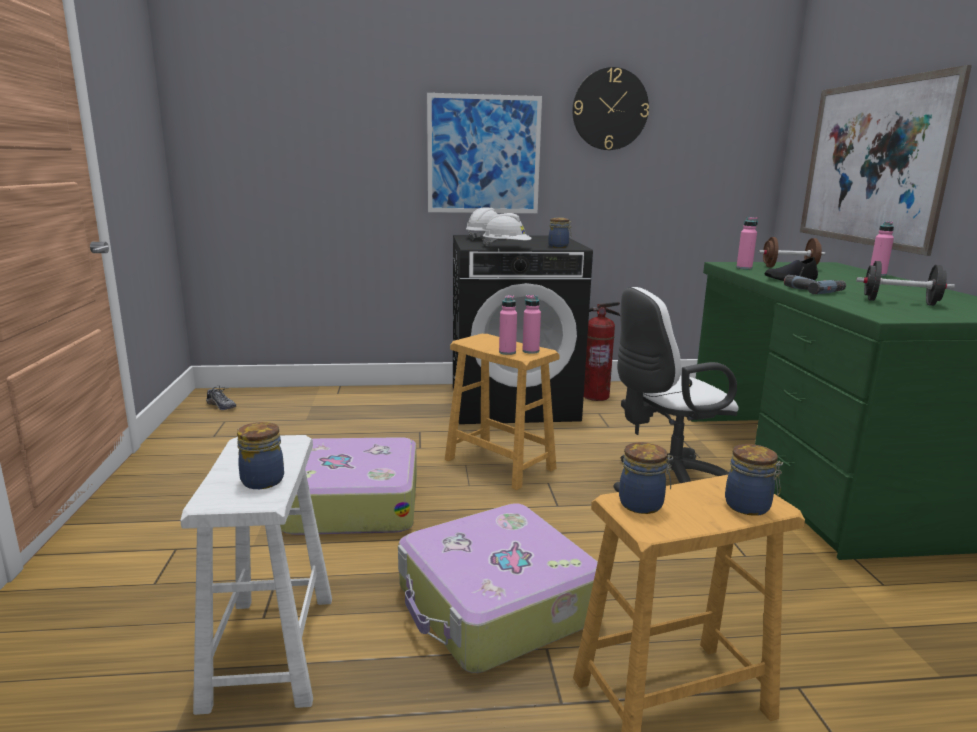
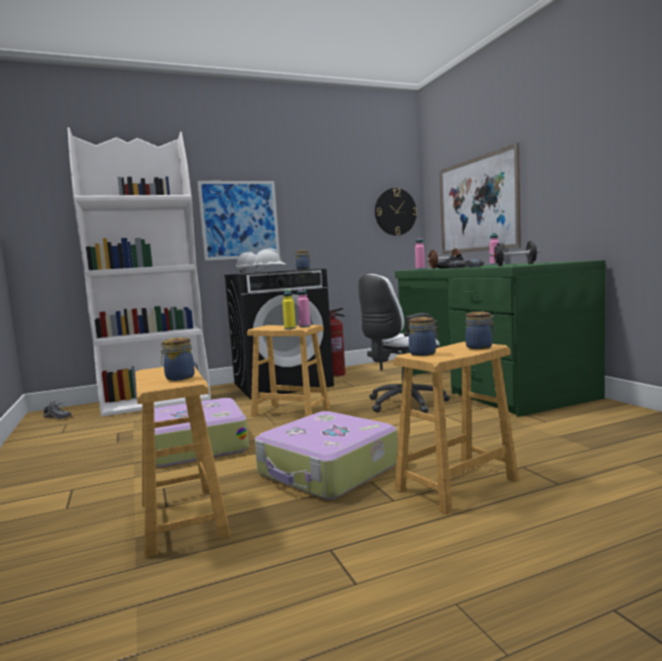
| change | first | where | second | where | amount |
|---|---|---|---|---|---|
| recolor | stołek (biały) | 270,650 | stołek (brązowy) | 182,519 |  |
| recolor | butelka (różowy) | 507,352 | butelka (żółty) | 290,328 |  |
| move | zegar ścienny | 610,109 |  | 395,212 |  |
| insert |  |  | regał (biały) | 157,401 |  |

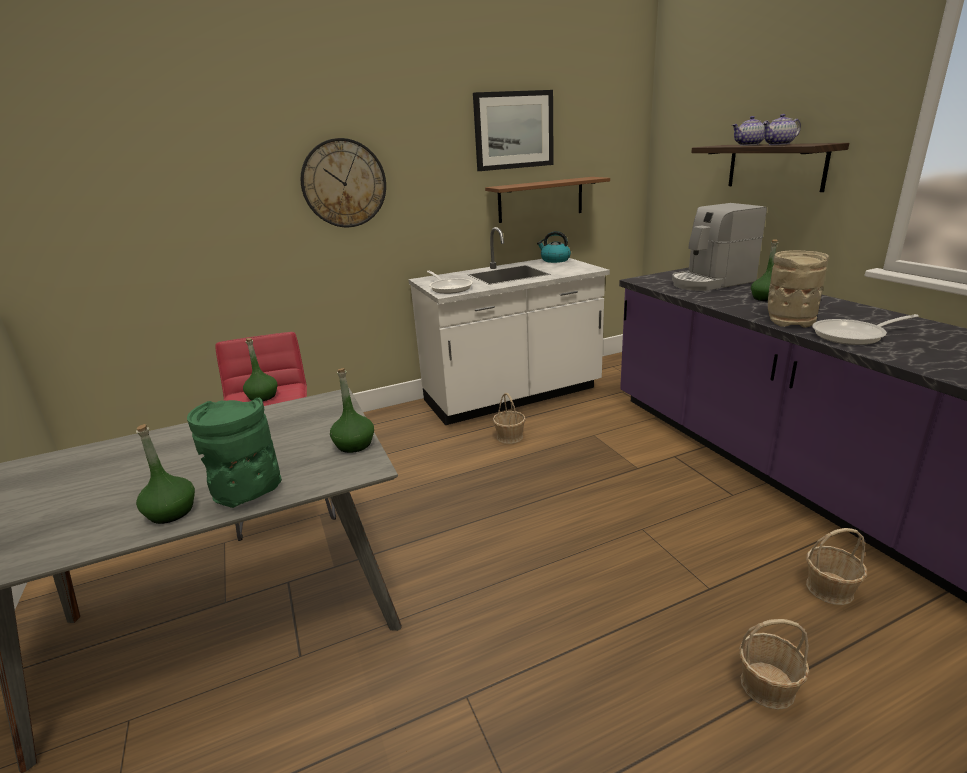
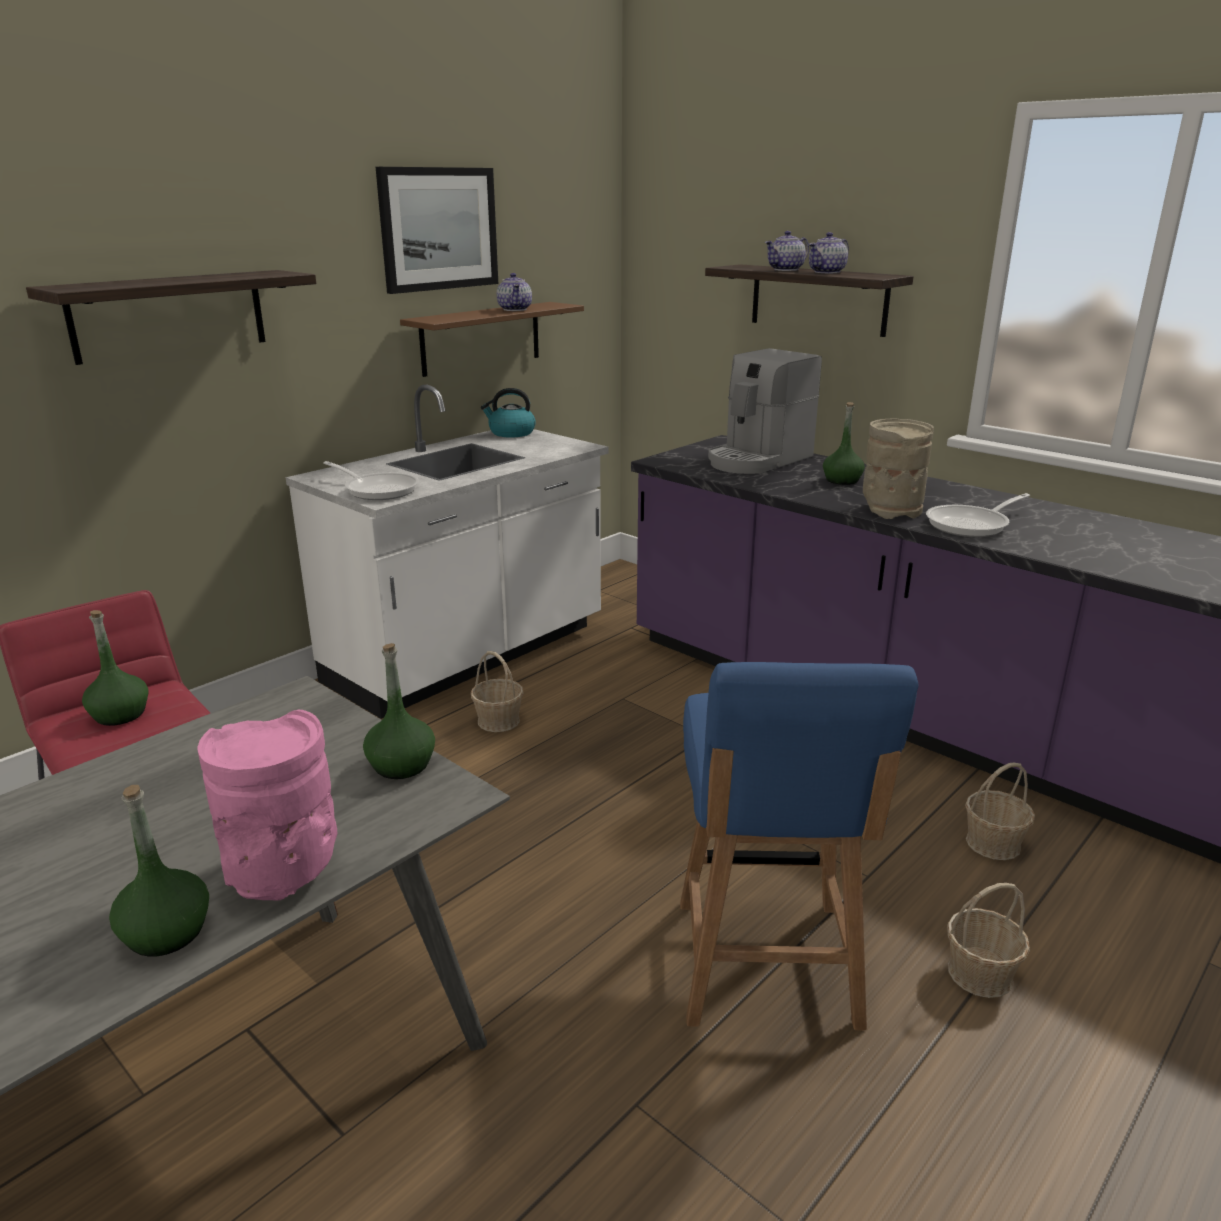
| change | first | where | second | where | amount |
|---|---|---|---|---|---|
| recolor | wazon (zielony) | 247,493 | wazon (różowy) | 283,873 |  |
| replace | zegar ścienny | 344,183 | półka | 169,315 |  |
| insert |  |  | imbryk | 515,309 |  |
| insert |  |  | krzesło (niebieski) | 765,966 |  |

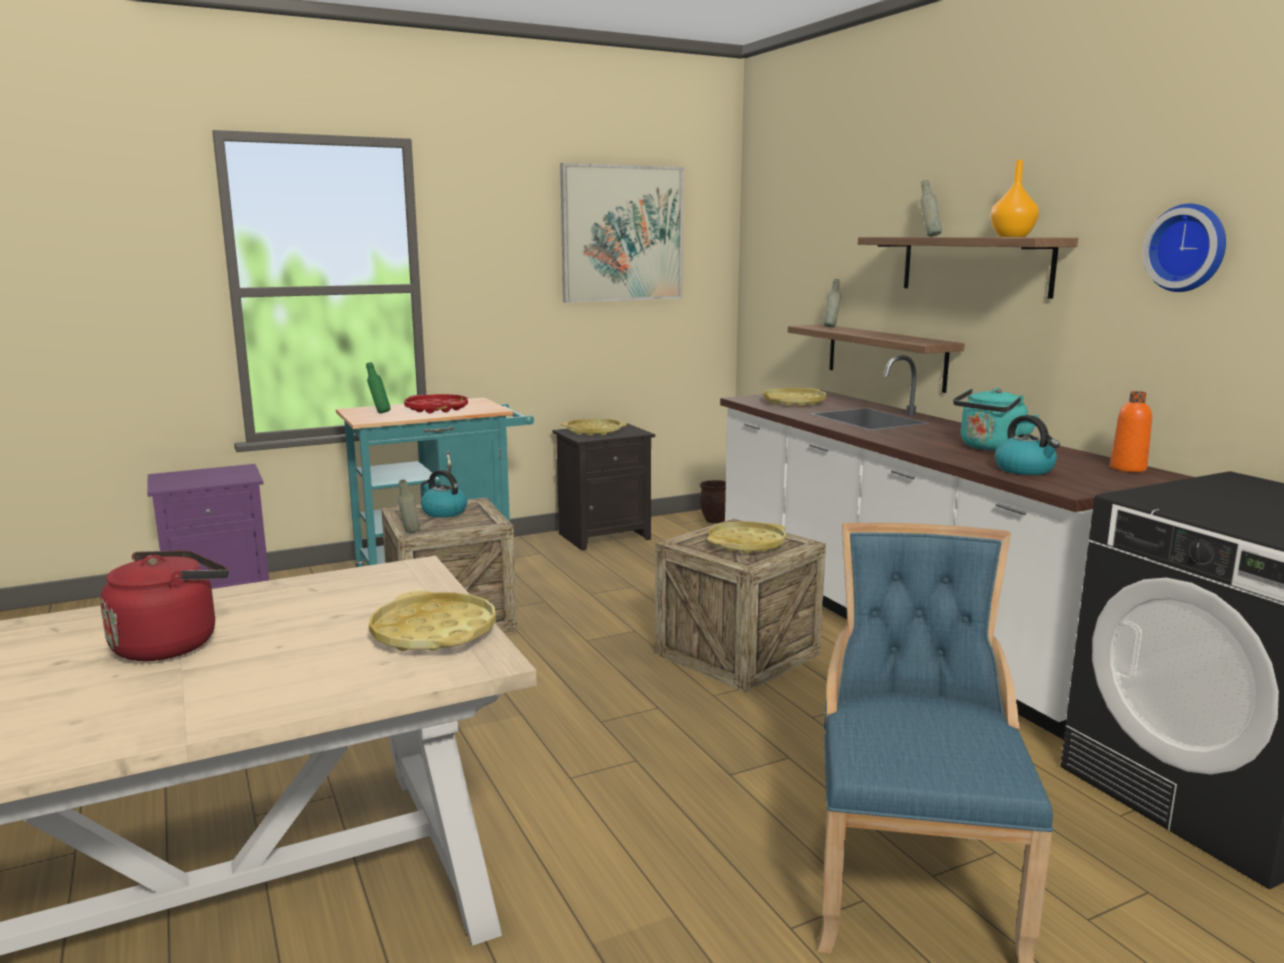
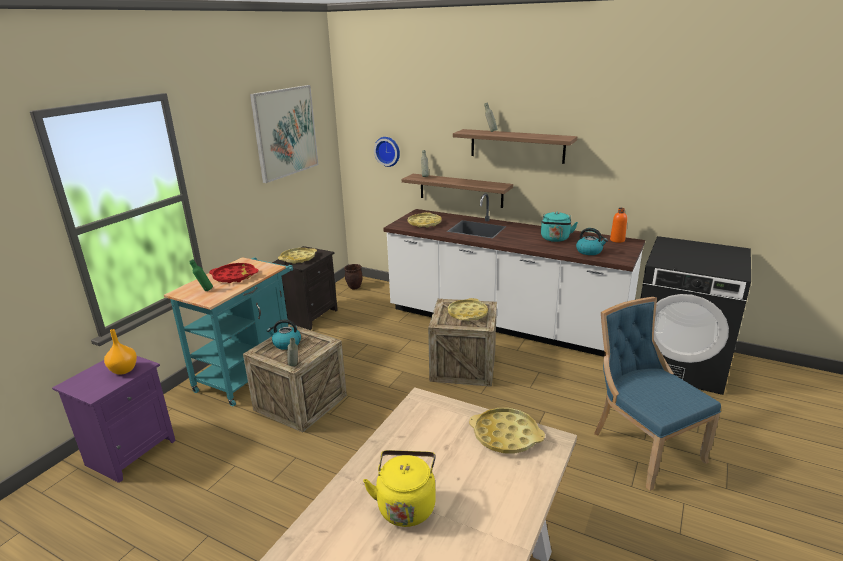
| change | first | where | second | where | amount |
|---|---|---|---|---|---|
| recolor | czajnik (czerwony) | 171,644 | czajnik (żółty) | 406,505 |  |
| move | wazon (pomarańczowy) | 1012,237 |  | 124,370 |  |
| move | zegar ścienny | 1188,248 |  | 388,151 |  |

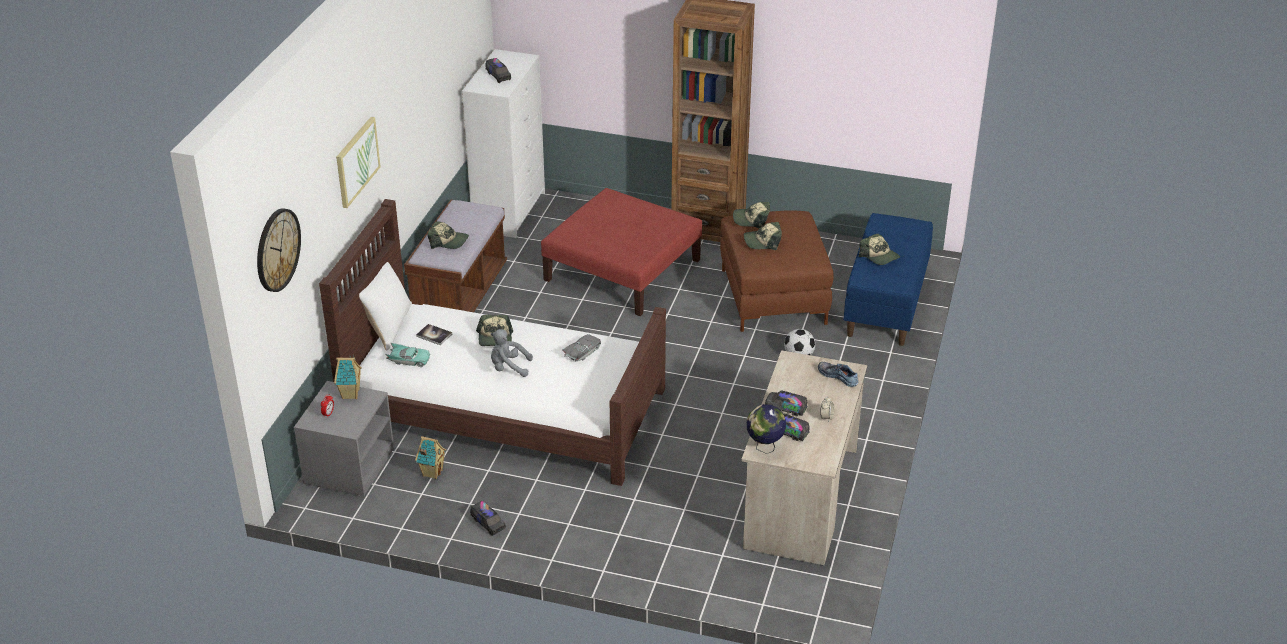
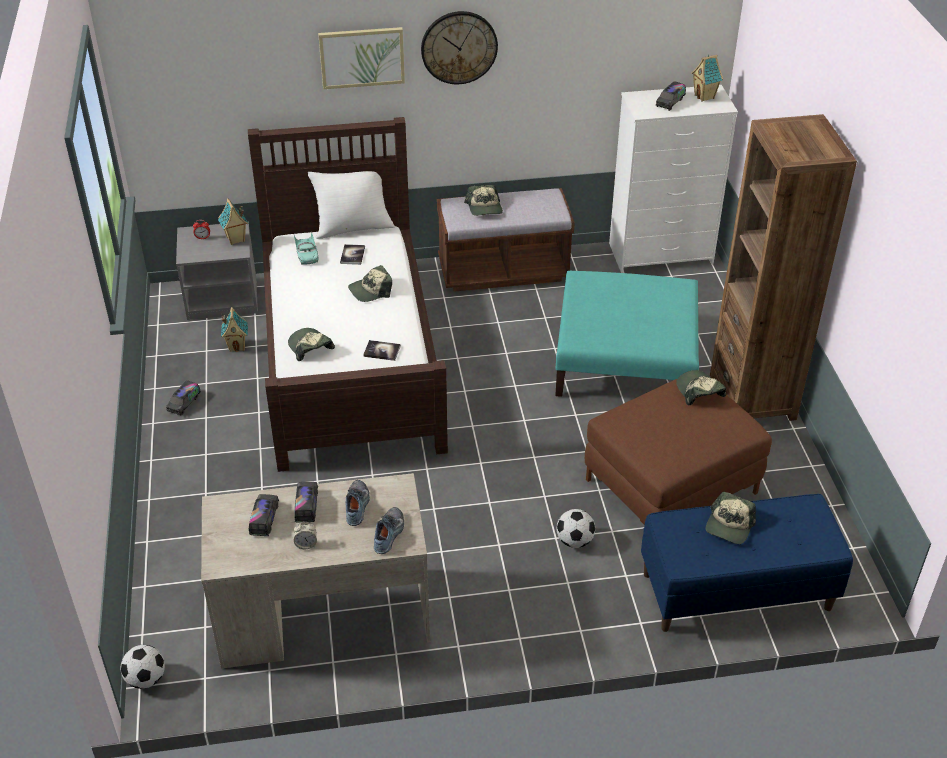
| change | first | where | second | where | amount |
|---|---|---|---|---|---|
| move | zegar ścienny | 277,250 |  | 459,47 |  |
| delete | pluszak (szary) | 509,368 |  |  |  |
| recolor | pufa (czerwony) | 622,271 | pufa (turkusowy) | 624,359 |  |
| replace | samochodzik (szary) | 582,353 | książka | 382,351 |  |
| move | czapka z daszkiem | 762,241 |  | 310,347 |  |
| delete | globus | 764,447 |  |  |  |
| insert |  |  | piłka futbolowa | 146,679 |  |
| insert |  |  | but | 358,506 |  |
| insert |  |  | domek | 705,96 |  |

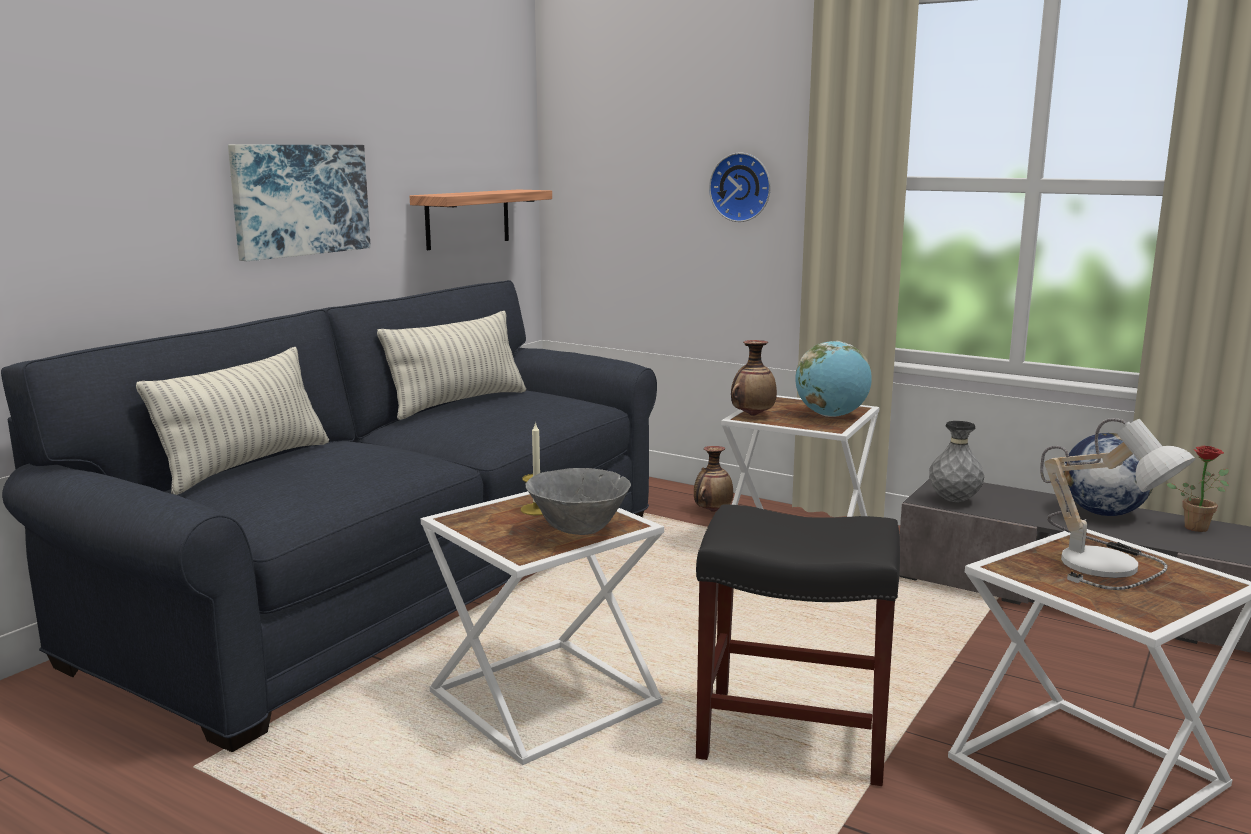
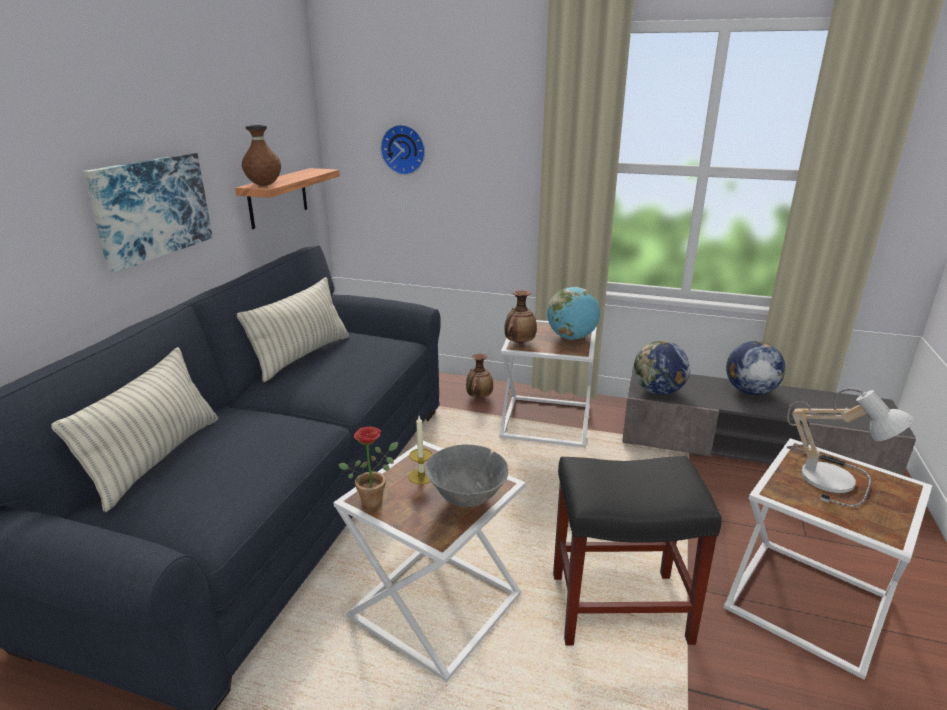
| change | first | where | second | where | amount |
|---|---|---|---|---|---|
| move | zegar ścienny | 741,187 |  | 404,149 |  |
| replace | wazon (szary) | 954,501 | globus | 658,391 |  |
| move | roślina doniczkowa | 1197,526 |  | 375,499 |  |
| insert |  |  | wazon (brązowy) | 264,185 |  |

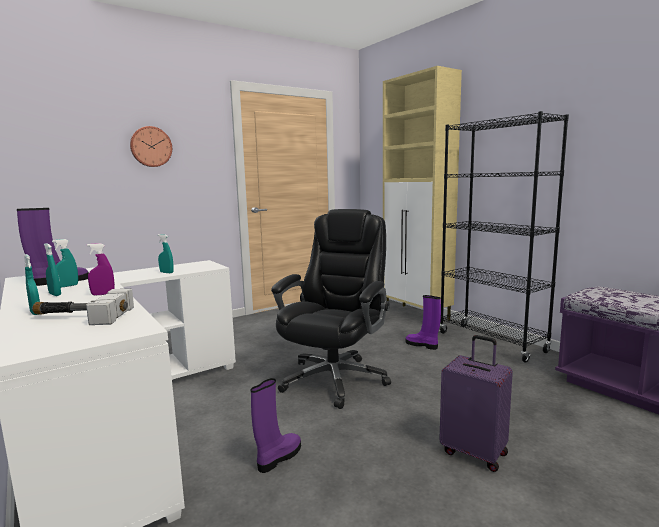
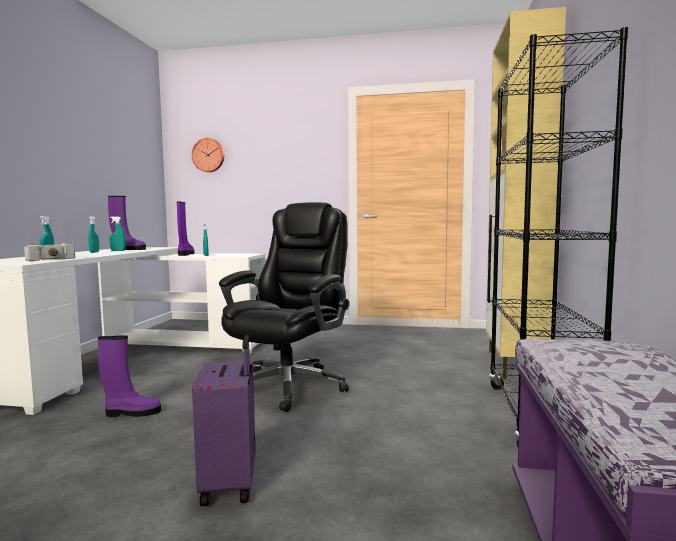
| change | first | where | second | where | amount |
|---|---|---|---|---|---|
| delete | spryskiwacz (fioletowy) | 103,294 |  |  |  |
| move | zegar ścienny | 151,147 |  | 209,155 |  |
| rotate | krzesło biurowe (czarny) | 335,378 |  | 289,385 | 45 degrees counterclockwise |
| move | but z cholewką (fioletowy) | 422,345 |  | 185,254 |  |

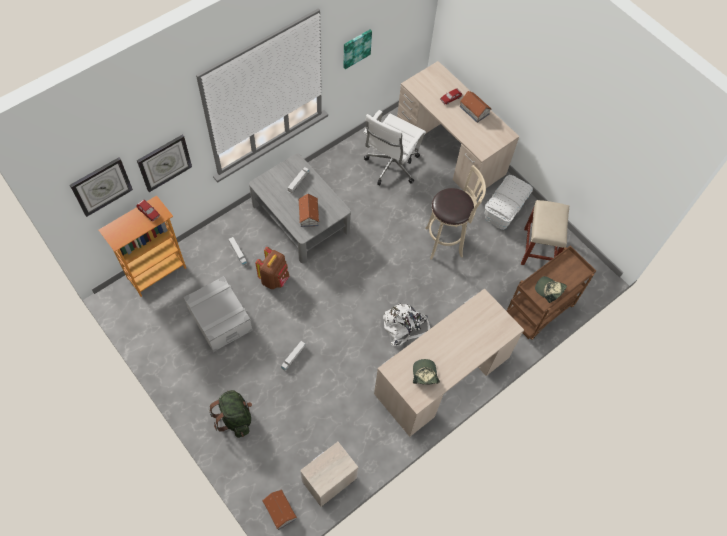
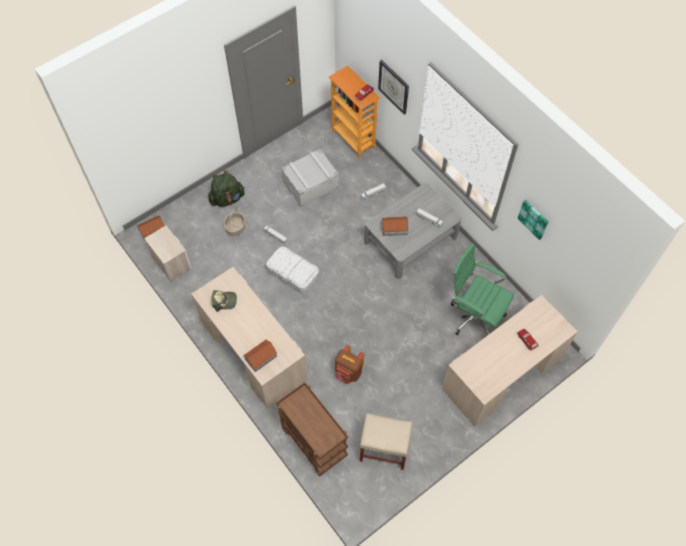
| change | first | where | second | where | amount |
|---|---|---|---|---|---|
| delete | zegar ścienny | 101,186 |  |  |  |
| move | plecak (brązowy) | 274,278 |  | 348,373 |  |
| recolor | krzesło biurowe (biały) | 390,167 | krzesło biurowe (zielony) | 473,315 |  |
| delete | plecak (biały) | 404,327 |  |  |  |
| delete | stołek (beżowy) | 446,242 |  |  |  |
| move | domek | 474,110 |  | 261,357 |  |
| move | pojemnik do przechowywania (biały) | 504,209 |  | 293,276 |  |
| delete | czapka z daszkiem | 549,290 |  |  |  |
| insert |  |  | koszyk | 235,227 |  |

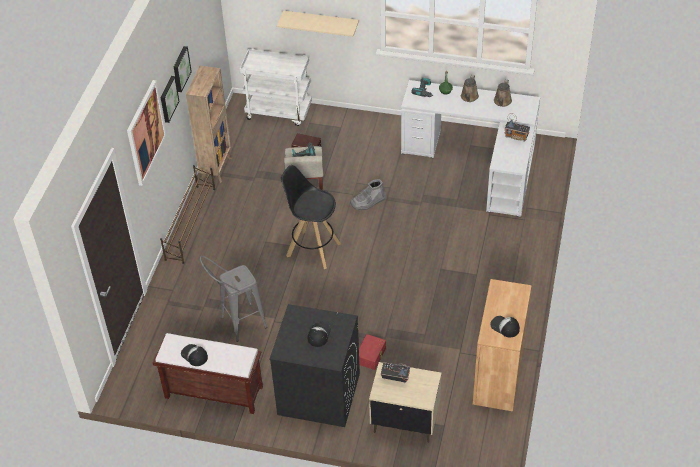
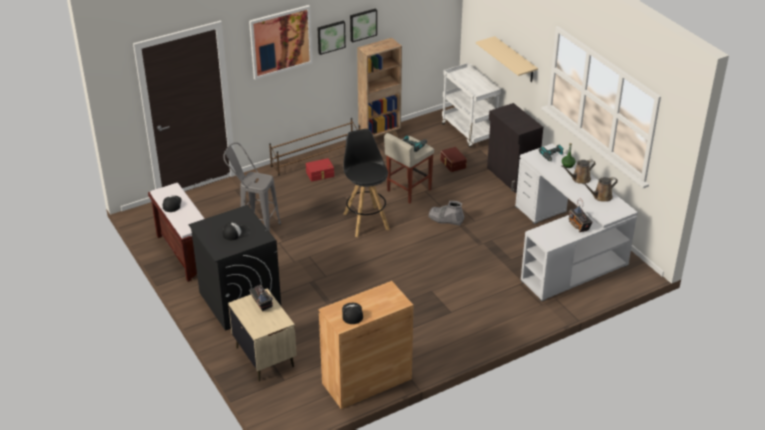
| change | first | where | second | where | amount |
|---|---|---|---|---|---|
| move | pojemnik do przechowywania (czerwony) | 371,356 |  | 320,174 |  |
| insert |  |  | szafka (czarny) | 511,176 |  |

